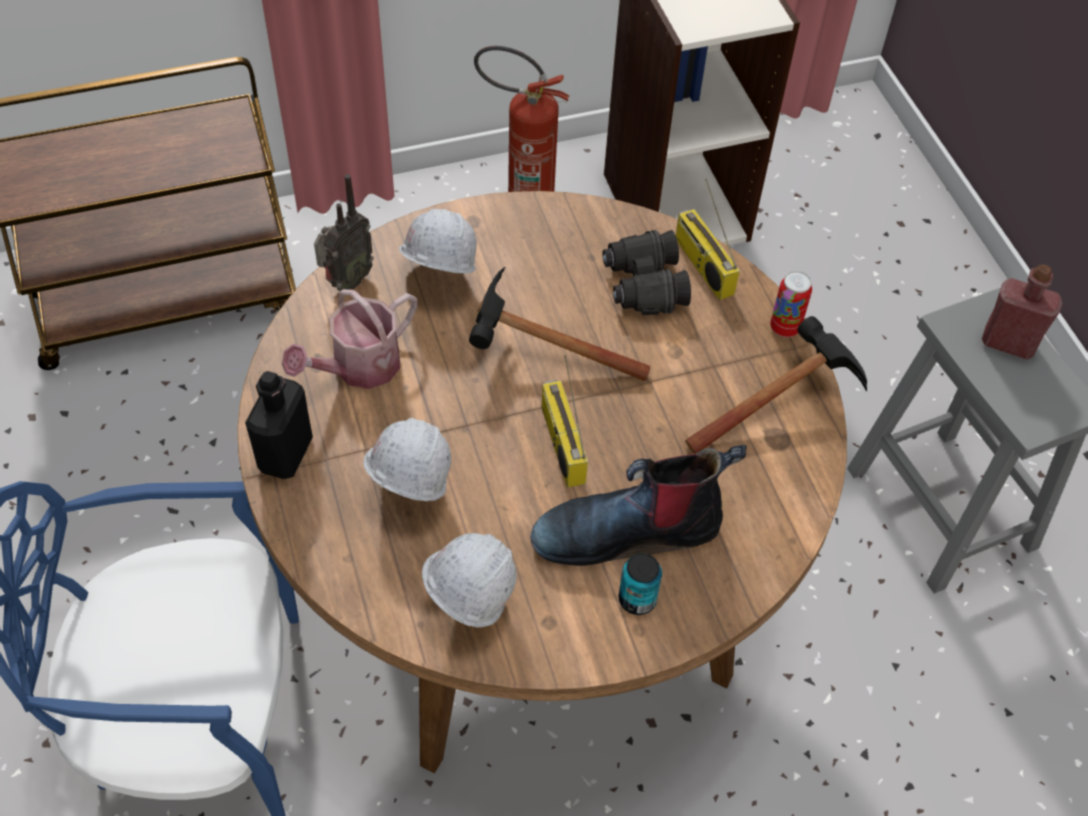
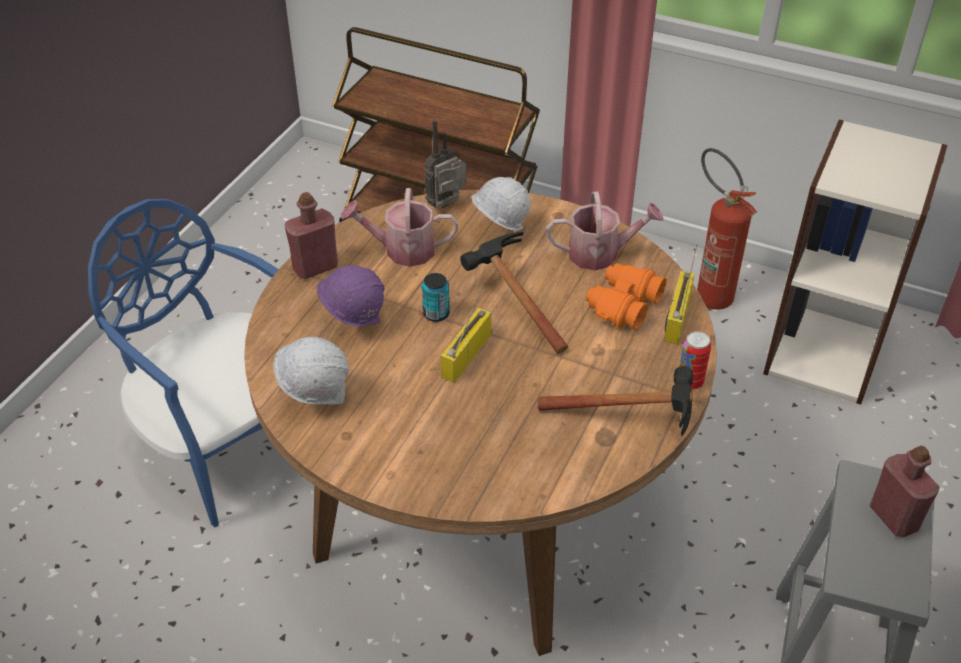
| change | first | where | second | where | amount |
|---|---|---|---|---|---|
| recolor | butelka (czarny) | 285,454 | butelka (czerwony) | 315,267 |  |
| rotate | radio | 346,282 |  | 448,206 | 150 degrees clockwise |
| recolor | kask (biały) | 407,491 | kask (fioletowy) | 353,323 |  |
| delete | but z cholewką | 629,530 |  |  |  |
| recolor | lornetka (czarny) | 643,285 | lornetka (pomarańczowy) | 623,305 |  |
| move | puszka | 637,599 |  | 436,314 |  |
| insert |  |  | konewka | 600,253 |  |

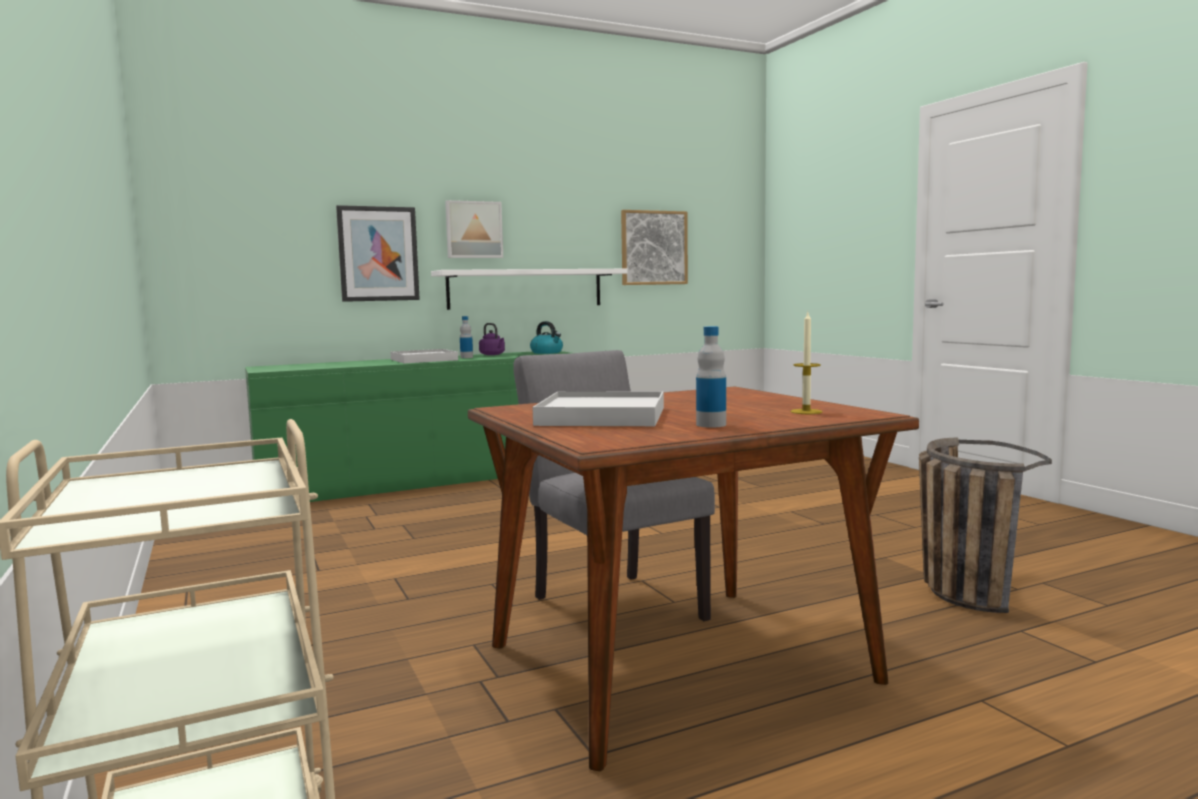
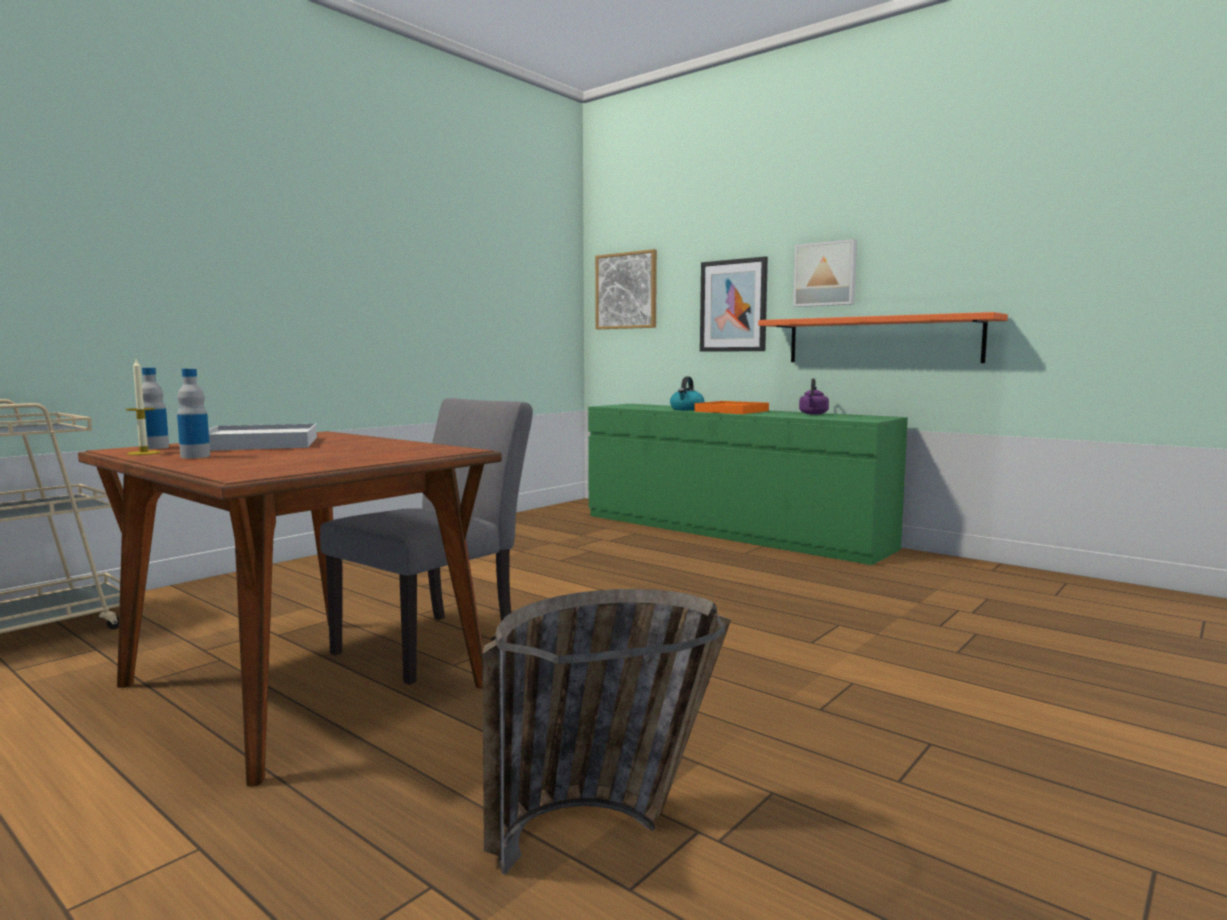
| change | first | where | second | where | amount |
|---|---|---|---|---|---|
| recolor | taca (biały) | 424,360 | taca (pomarańczowy) | 732,411 |  |
| recolor | półka (biały) | 526,288 | półka (pomarańczowy) | 881,340 |  |
| move | butelka | 466,357 |  | 155,447 |  |
| move | czajnik | 547,352 |  | 687,409 |  |
| move | obraz | 653,248 |  | 626,291 |  |
| move | świeca | 806,412 |  | 143,453 |  |

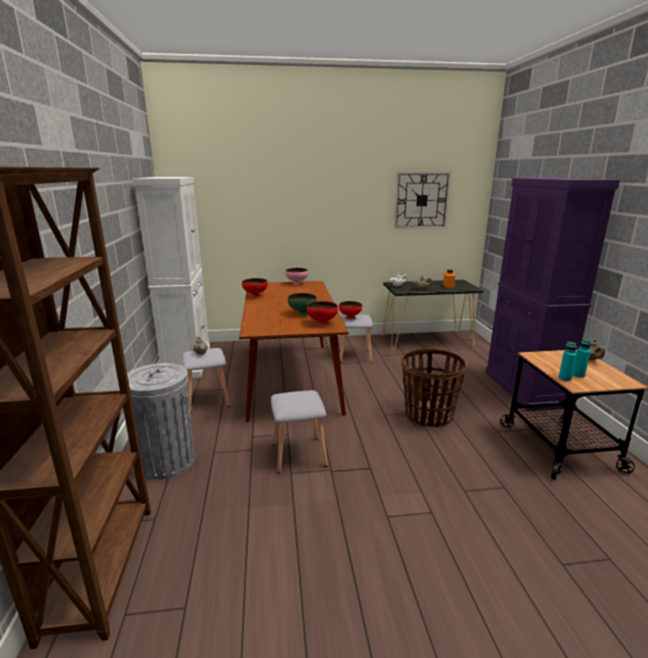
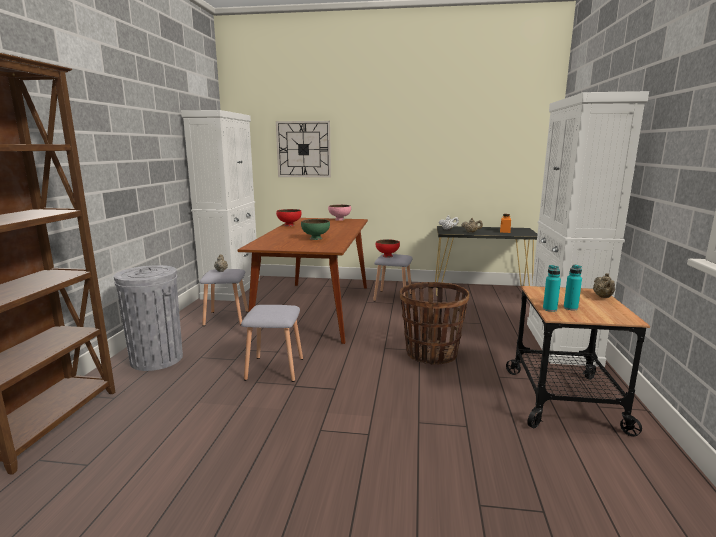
| change | first | where | second | where | amount |
|---|---|---|---|---|---|
| delete | miska (czerwony) | 322,323 |  |  |  |
| move | zegar ścienny | 421,200 |  | 303,149 |  |
| recolor | szafka (fioletowy) | 523,389 | szafka (biały) | 561,343 |  |

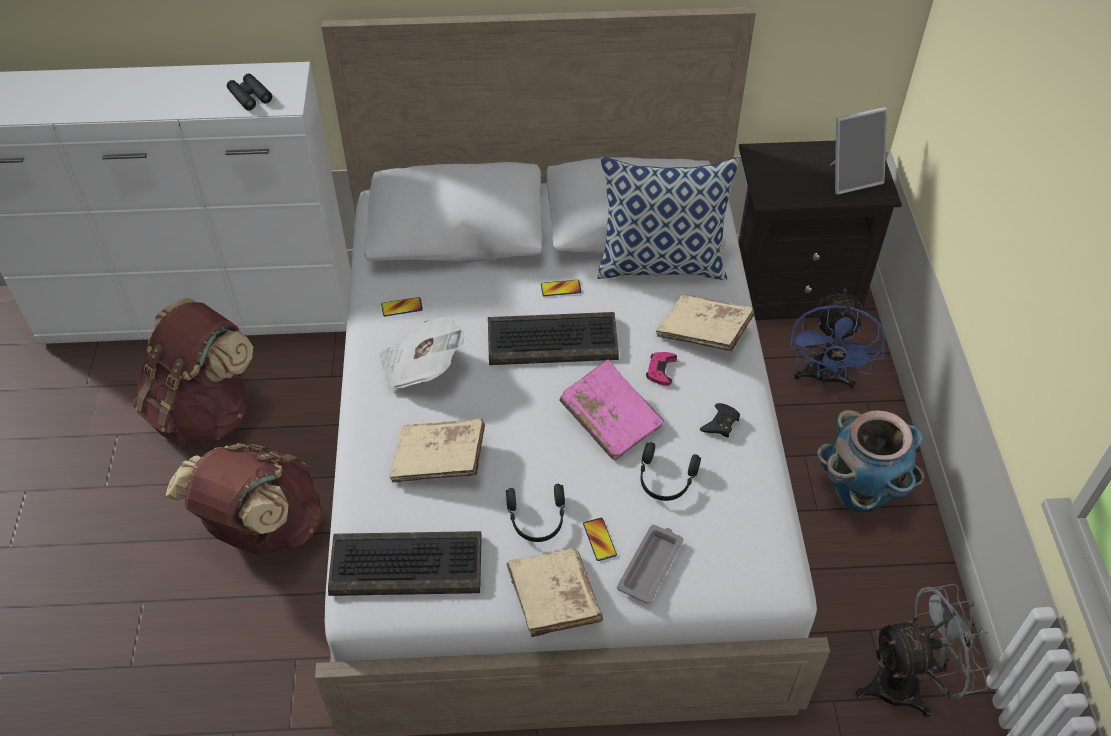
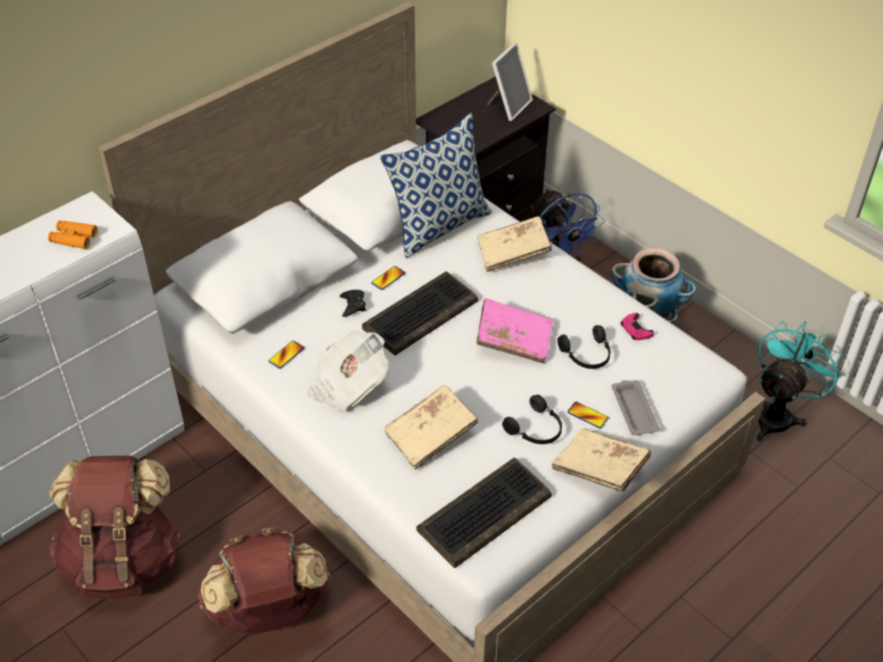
| change | first | where | second | where | amount |
|---|---|---|---|---|---|
| recolor | lornetka (czarny) | 250,96 | lornetka (pomarańczowy) | 73,238 |  |
| move | pad do gier (różowy) | 661,370 |  | 635,329 |  |
| move | pad do gier (czarny) | 720,423 |  | 353,305 |  |
| recolor | wentylator (szary) | 908,684 | wentylator (turkusowy) | 778,414 |  |

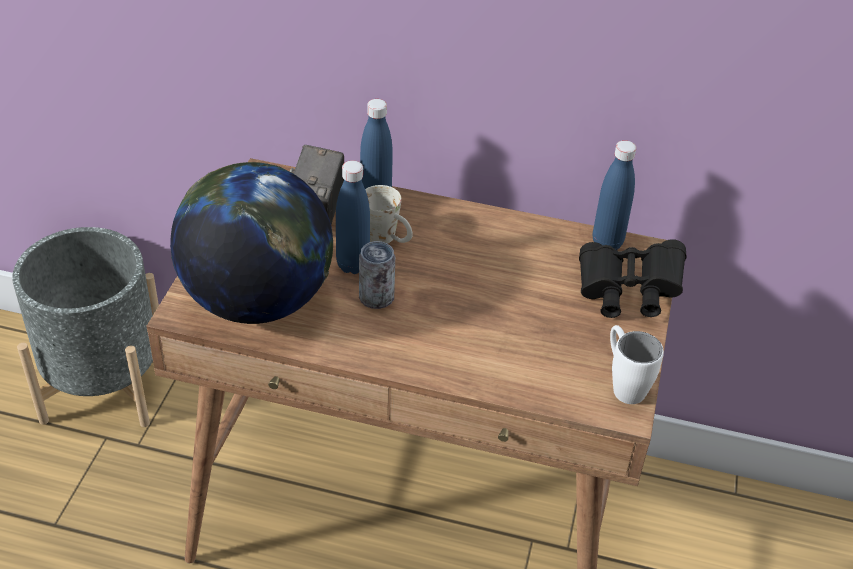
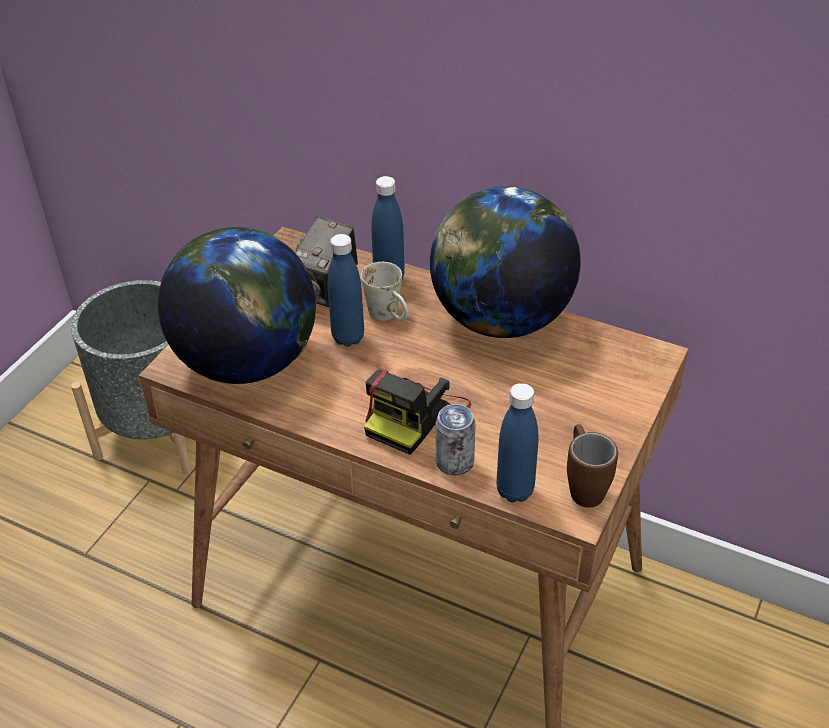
| change | first | where | second | where | amount |
|---|---|---|---|---|---|
| move | puszka | 376,298 |  | 454,462 |  |
| delete | lornetka (czarny) | 627,293 |  |  |  |
| move | butelka (niebieski) | 607,242 |  | 515,490 |  |
| recolor | kubek (biały) | 623,384 | kubek (brązowy) | 583,486 |  |
| insert |  |  | aparat fotograficzny | 415,416 |  |
| insert |  |  | globus | 501,320 |  |

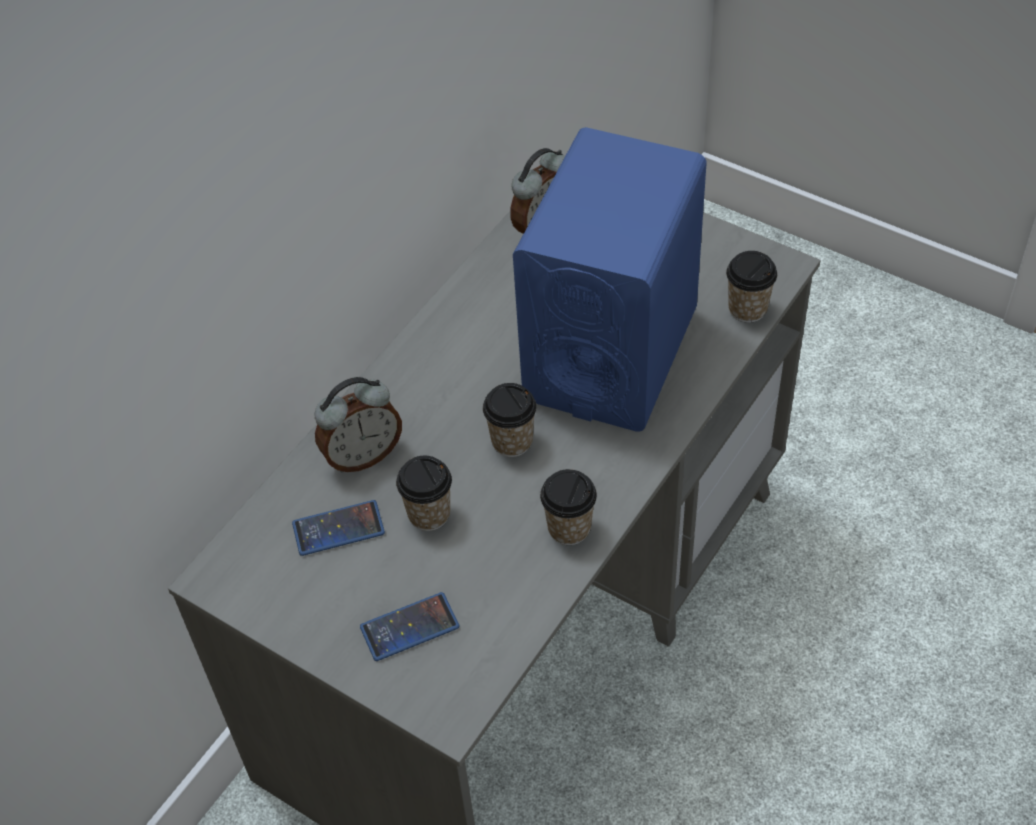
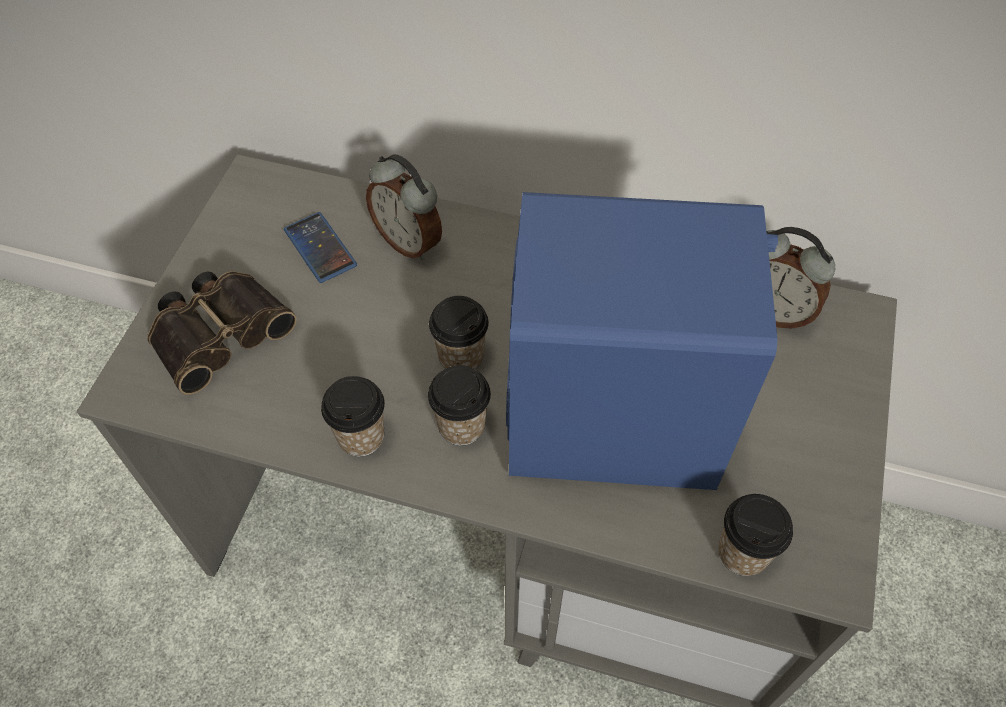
| change | first | where | second | where | amount |
|---|---|---|---|---|---|
| replace | telefon | 409,627 | lornetka | 219,332 |  |
| move | filiżanka | 429,514 |  | 461,426 |  |

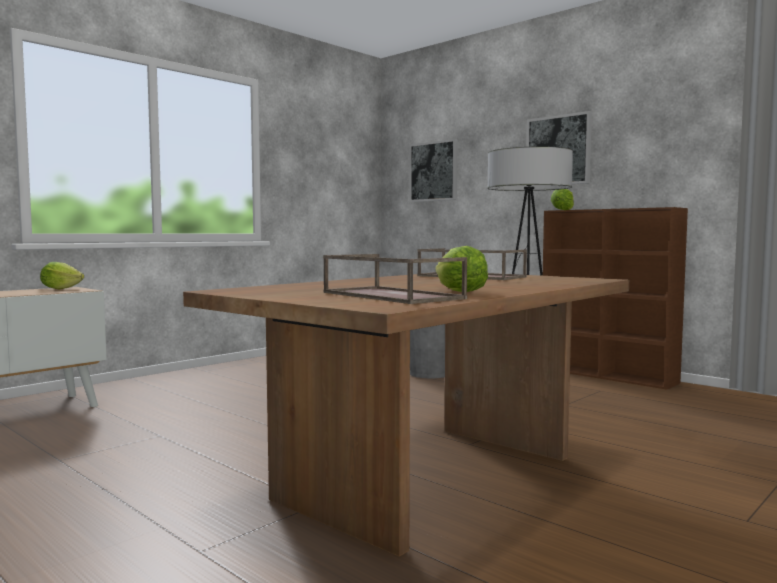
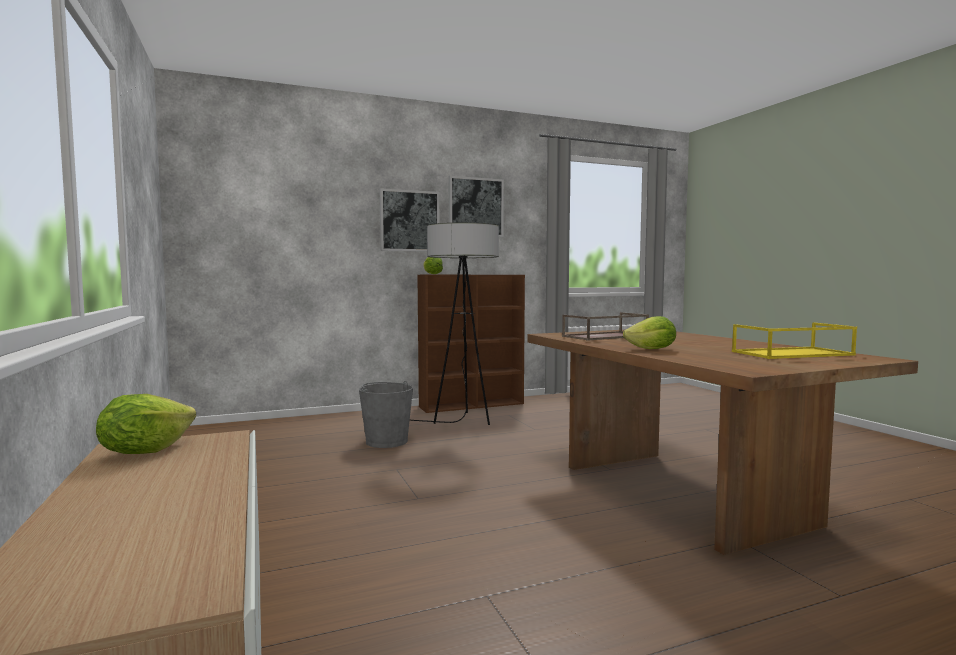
| change | first | where | second | where | amount |
|---|---|---|---|---|---|
| recolor | taca (brązowy) | 389,295 | taca (żółty) | 792,353 |  |
| move | obraz | 434,171 |  | 475,207 |  |
| move | sałata | 460,292 |  | 652,349 |  |

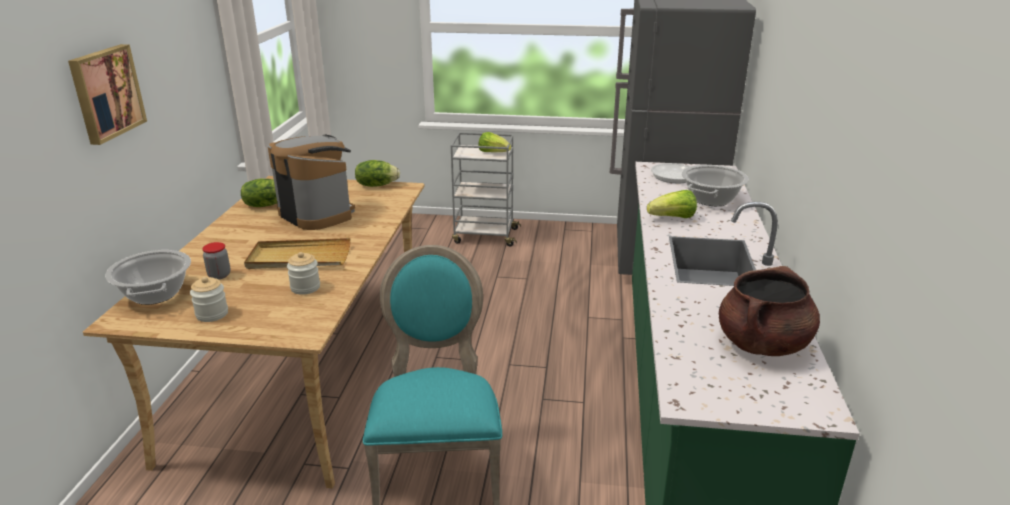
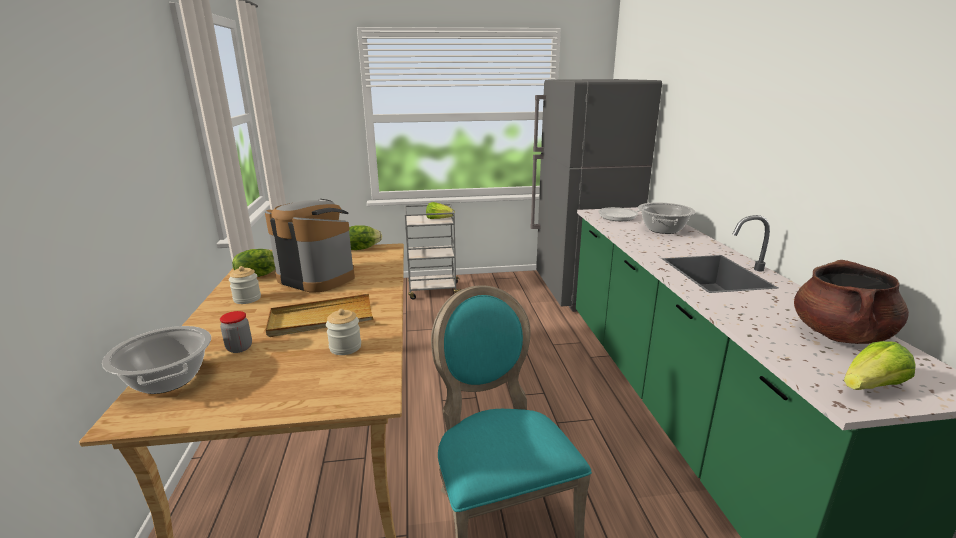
| change | first | where | second | where | amount |
|---|---|---|---|---|---|
| delete | obraz | 105,93 |  |  |  |
| move | słoik | 212,314 |  | 247,299 |  |
| move | sałata | 673,218 |  | 871,387 |  |

